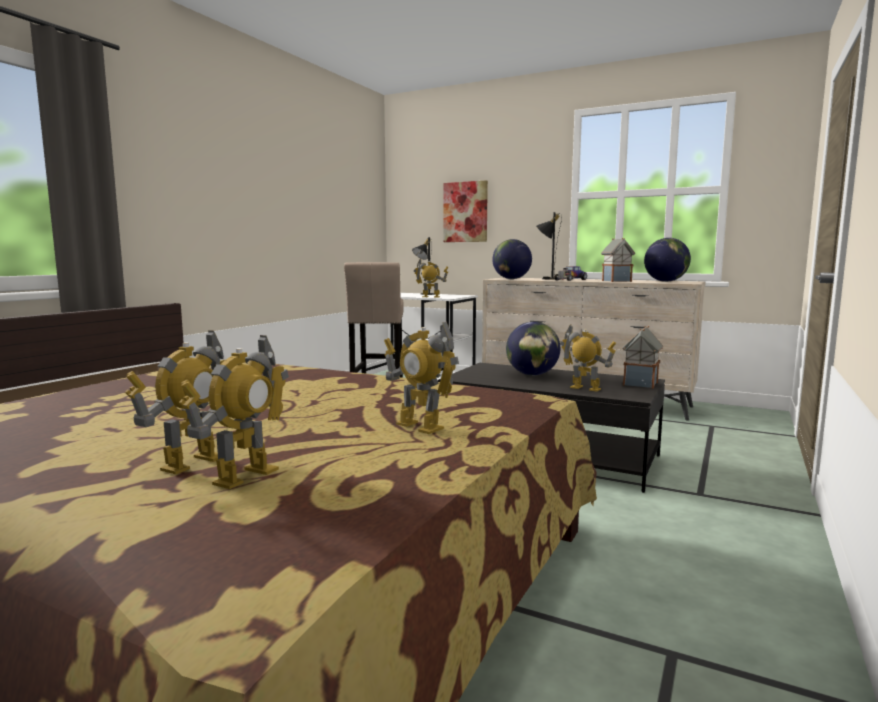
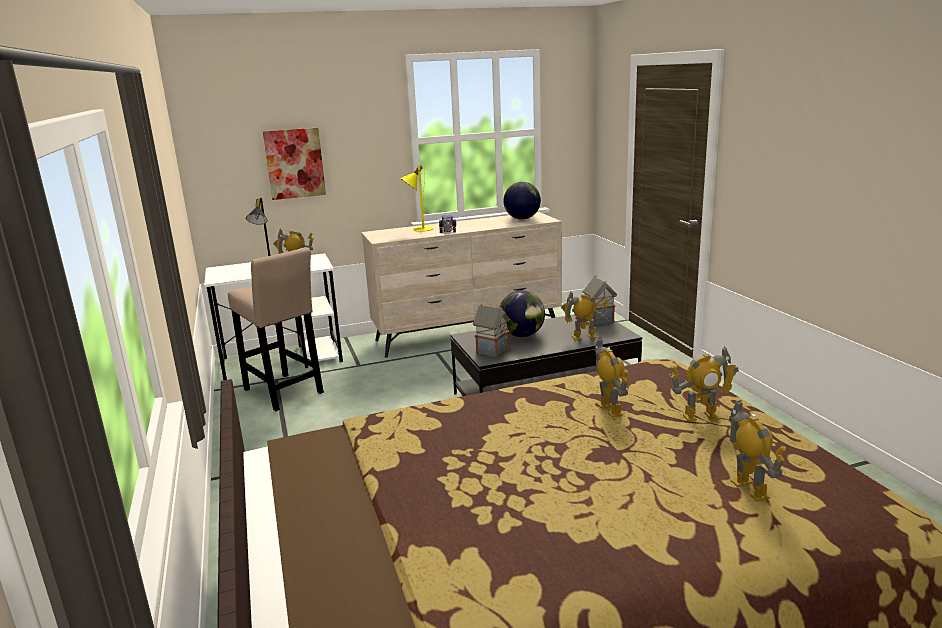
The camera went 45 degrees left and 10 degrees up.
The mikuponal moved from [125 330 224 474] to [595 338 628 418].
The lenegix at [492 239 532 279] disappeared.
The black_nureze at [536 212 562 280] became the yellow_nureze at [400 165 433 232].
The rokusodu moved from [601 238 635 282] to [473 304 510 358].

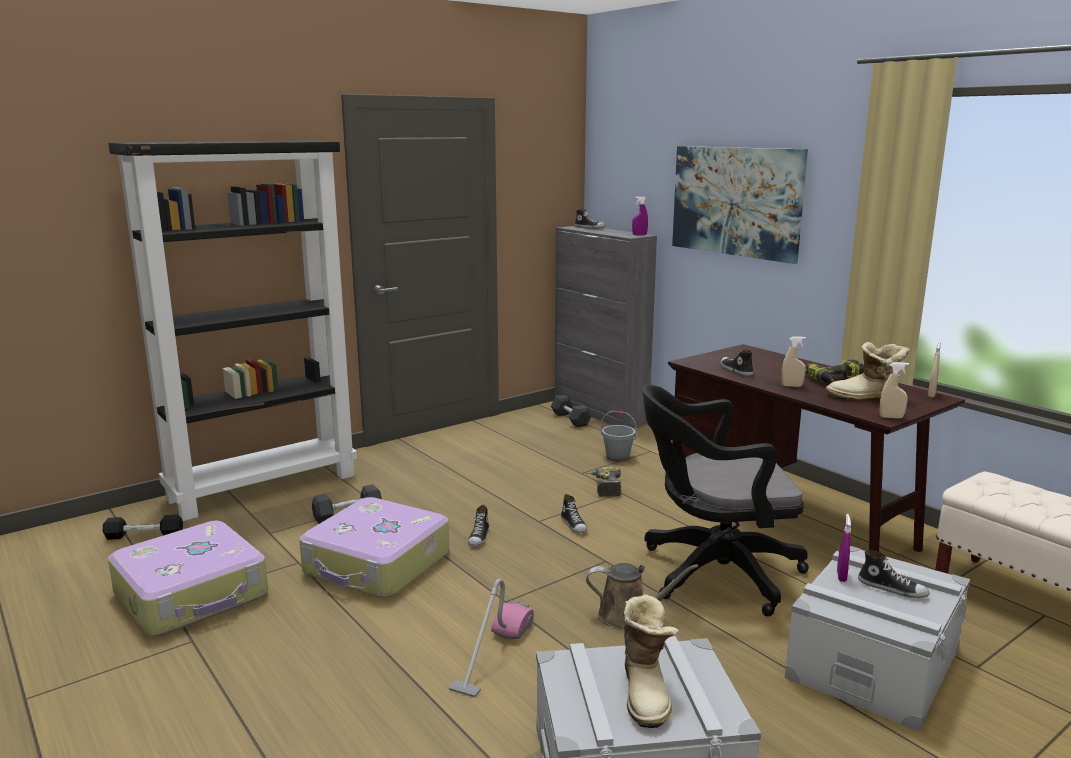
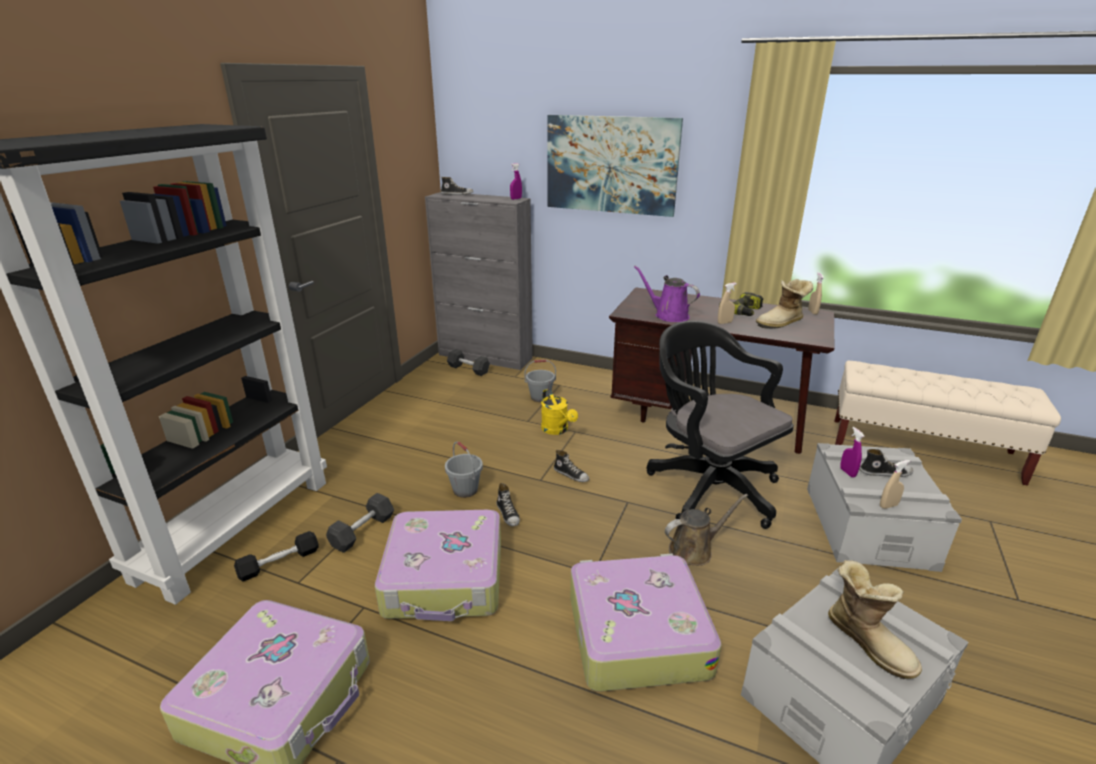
The camera went 30 degrees left and 10 degrees up.
The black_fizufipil moved from [103 515 183 540] to [234 531 318 582].
The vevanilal at [449 578 534 697] was replaced by the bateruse at [570 554 722 692].
The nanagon at [586 467 621 497] was replaced by the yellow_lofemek at [541 389 578 435].
The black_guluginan at [642 384 809 617] turned 90 degrees clockwise.
The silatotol at [721 350 754 376] was replaced by the purple_lofemek at [634 266 700 322].
The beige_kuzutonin moved from [880 362 909 419] to [880 460 910 509].
The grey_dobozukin at [445 442 483 498] appeared.

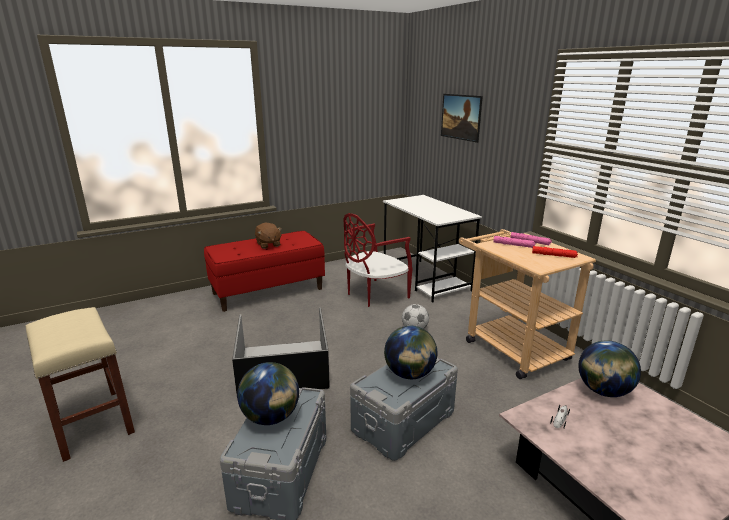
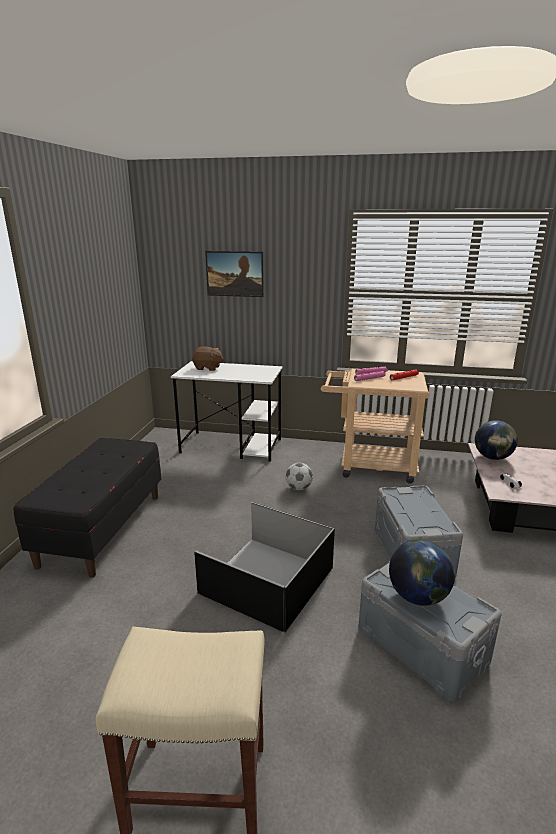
The camera went 50 degrees left and 0 degrees up.
The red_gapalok at [204 231 325 312] became the black_gapalok at [14 438 161 578].
The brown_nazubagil moved from [255 223 282 249] to [192 347 224 371].
The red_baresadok at [344 213 413 307] disappeared.
The lenegix at [384 326 437 379] disappeared.

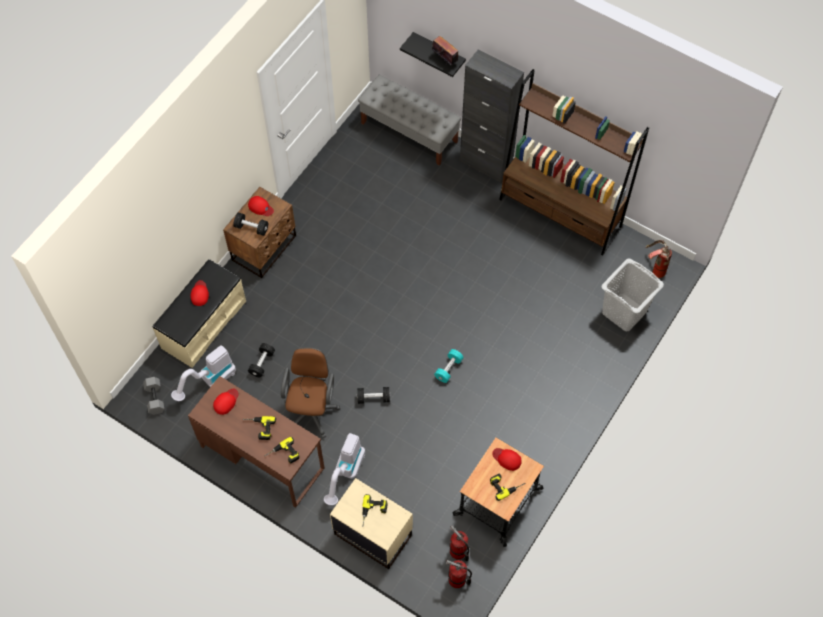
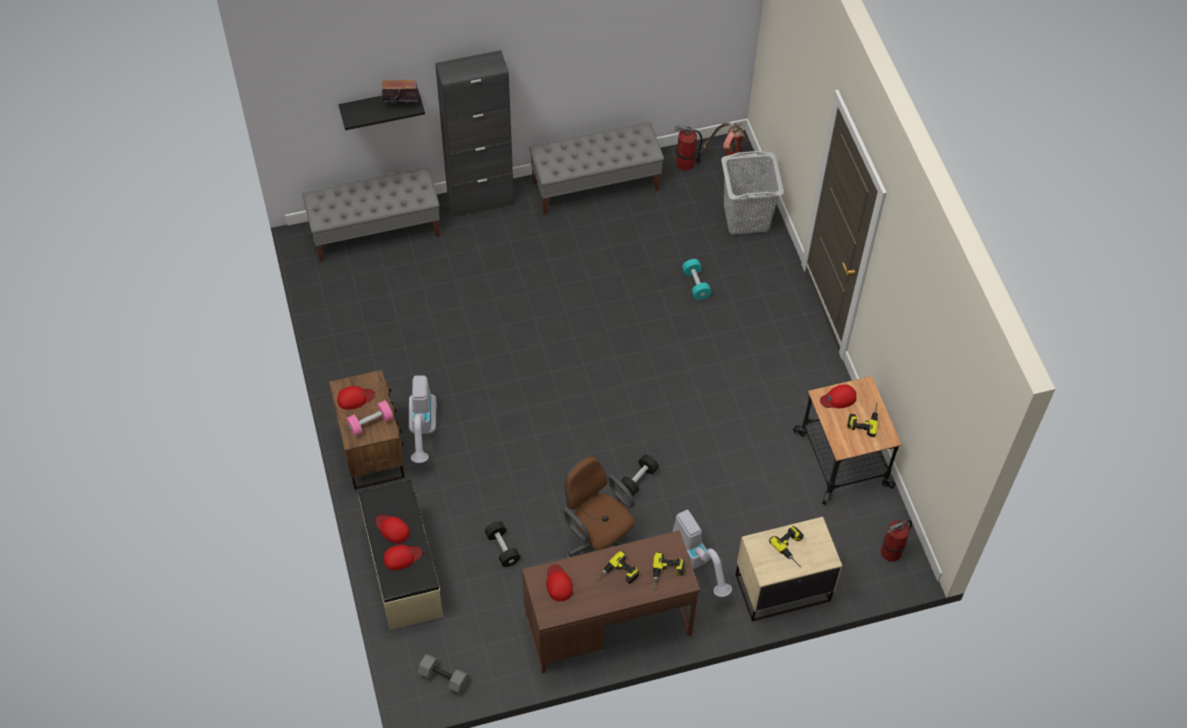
The camera went 50 degrees left and 5 degrees down.
The vevanilal moved from [171 345 236 401] to [409 375 437 463].
The black_fizufipil at [233 213 268 236] became the pink_fizufipil at [346 400 393 436].
The turquoise_fizufipil moved from [434 349 464 383] to [682 259 712 300].
The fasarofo moved from [449 525 469 561] to [674 125 702 171].
The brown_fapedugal at [499 69 649 255] was replaced by the grey_gapalok at [529 122 664 215].
The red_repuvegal at [384 545 422 570] appeared.

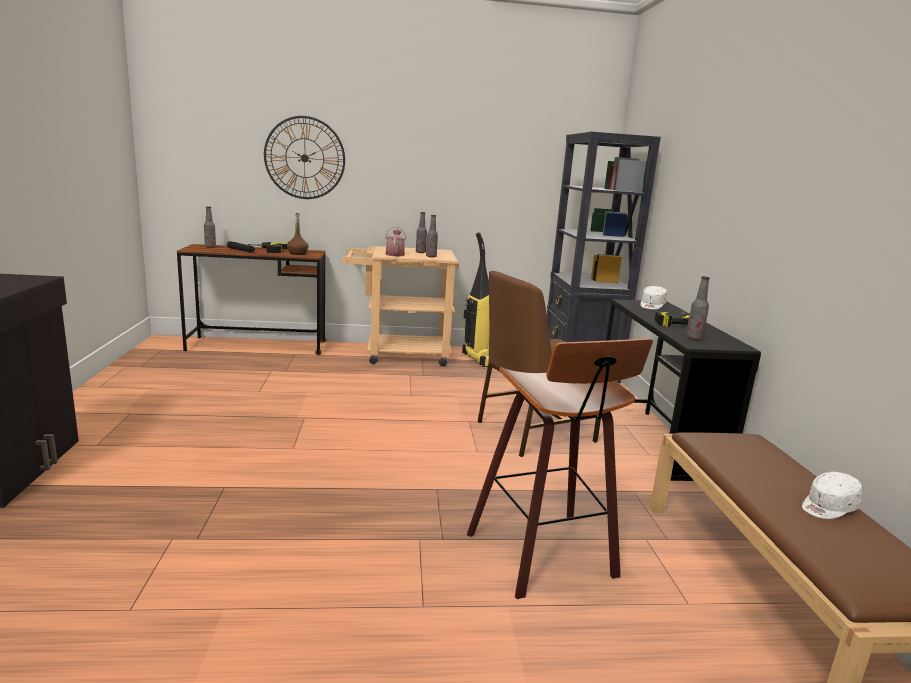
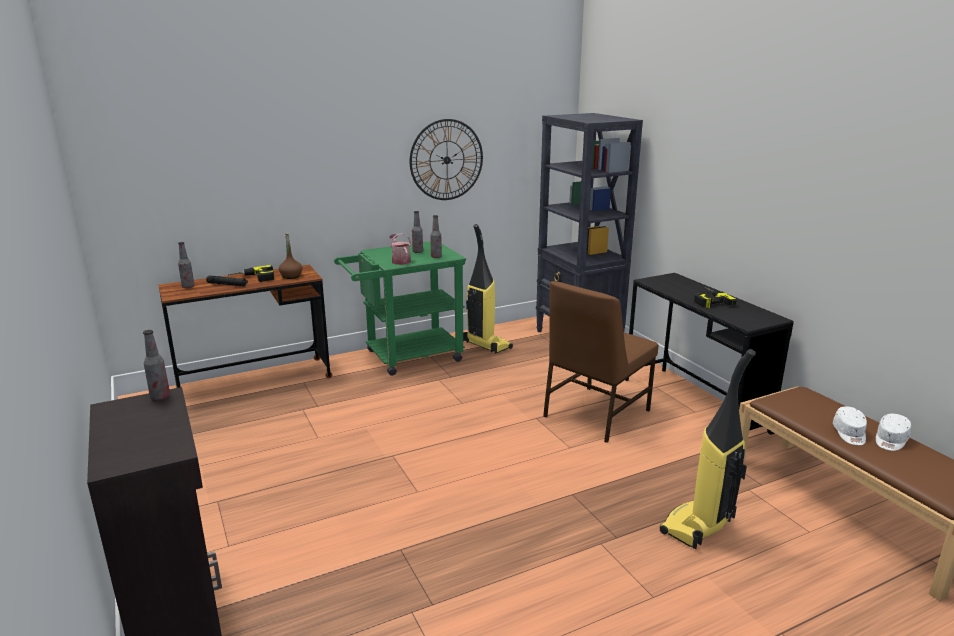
The camera went 20 degrees left and 5 degrees up.
The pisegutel moved from [264 116 345 199] to [410 119 483 200].
The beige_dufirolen at [342 246 459 366] became the green_dufirolen at [334 241 466 376].
The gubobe at [467 338 653 599] was replaced by the vevanilal at [660 349 756 549].
The white_repuvegal moved from [641 286 667 310] to [833 406 867 445].
The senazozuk moved from [686 276 710 340] to [143 330 170 400].

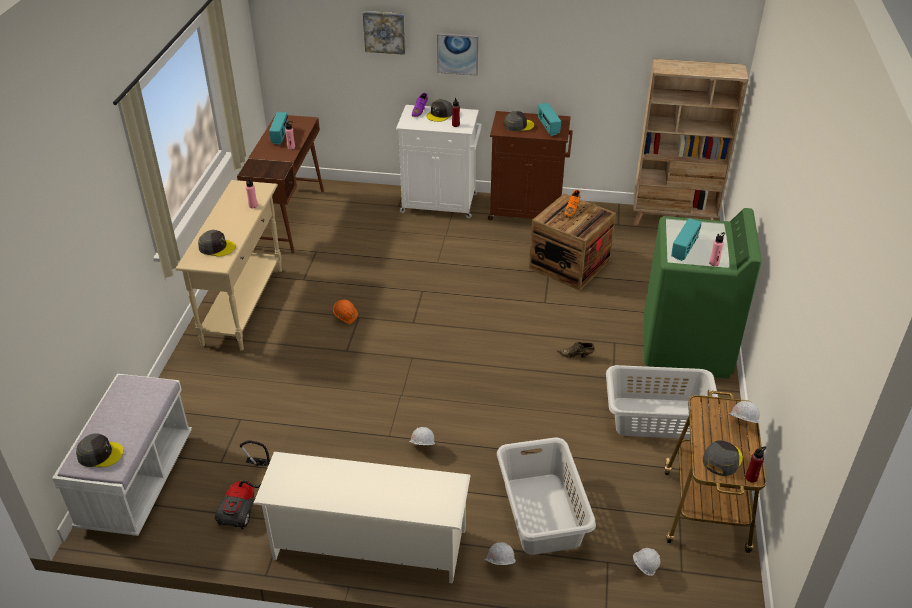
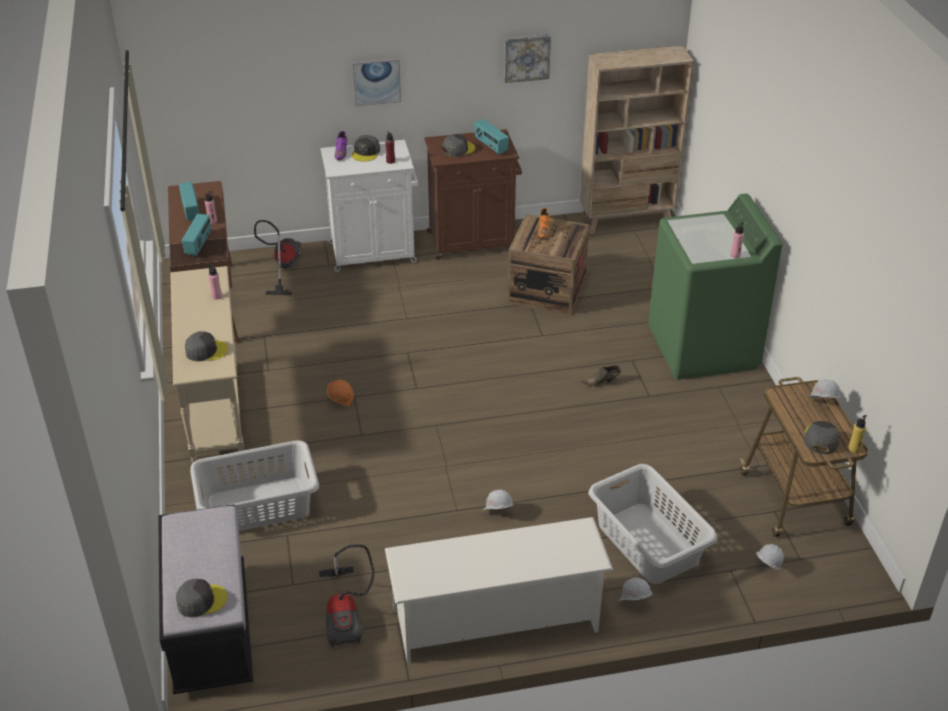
The camera went 20 degrees left and 0 degrees up.
The white_gapalok at [52 374 192 536] became the black_gapalok at [158 505 253 694].
The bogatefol moved from [363 11 405 55] to [504 34 551 83].
The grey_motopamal moved from [606 365 720 439] to [190 440 319 531].
The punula moved from [671 218 701 261] to [182 214 211 256].
The red_senazozuk at [746 446 766 483] became the yellow_senazozuk at [848 415 867 453].
The vevanilal at [254 220 302 295] appeared.

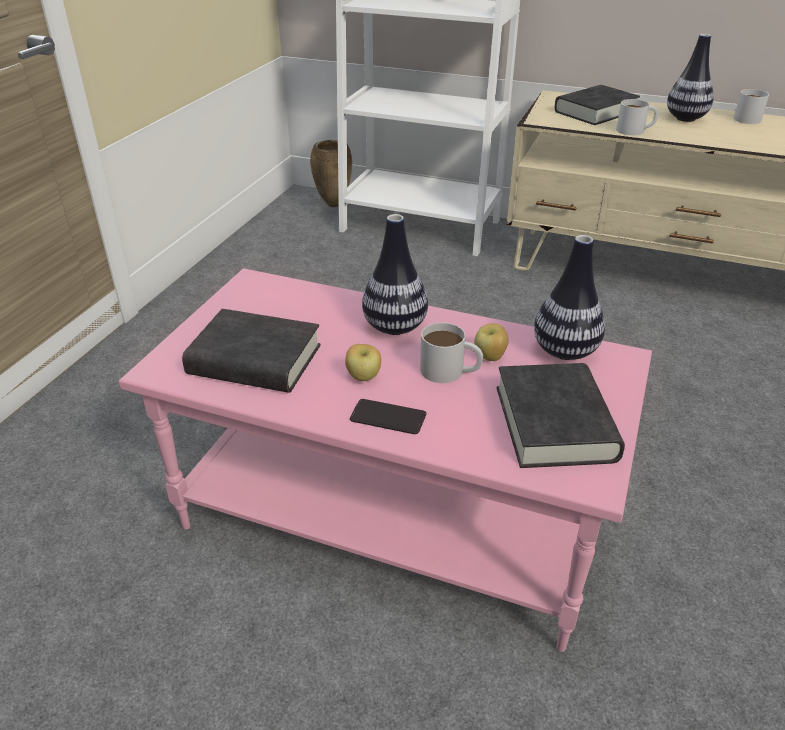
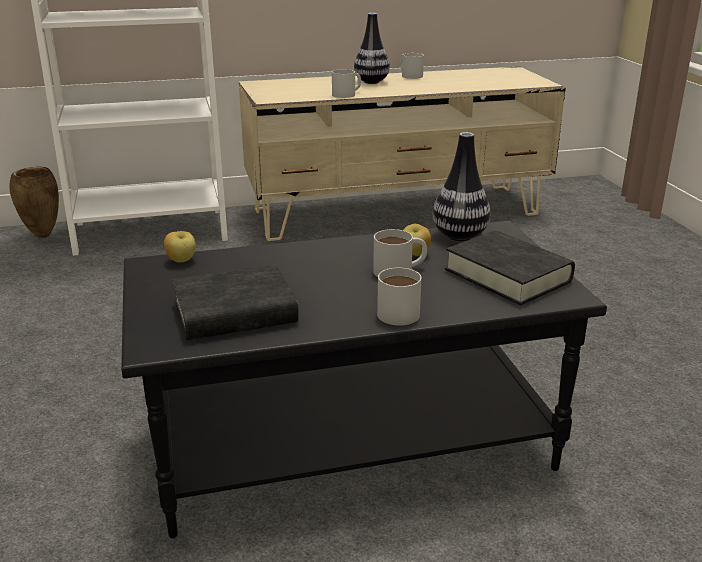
The camera went 35 degrees left and 10 degrees down.
The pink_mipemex at [119 268 652 652] became the black_mipemex at [121 221 607 538].
The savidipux moved from [345 344 381 381] to [164 231 196 262].
The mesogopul at [350 399 426 434] was replaced by the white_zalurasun at [377 268 422 326].
The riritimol at [362 214 428 335] disappeared.
The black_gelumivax at [554 85 640 125] disappeared.

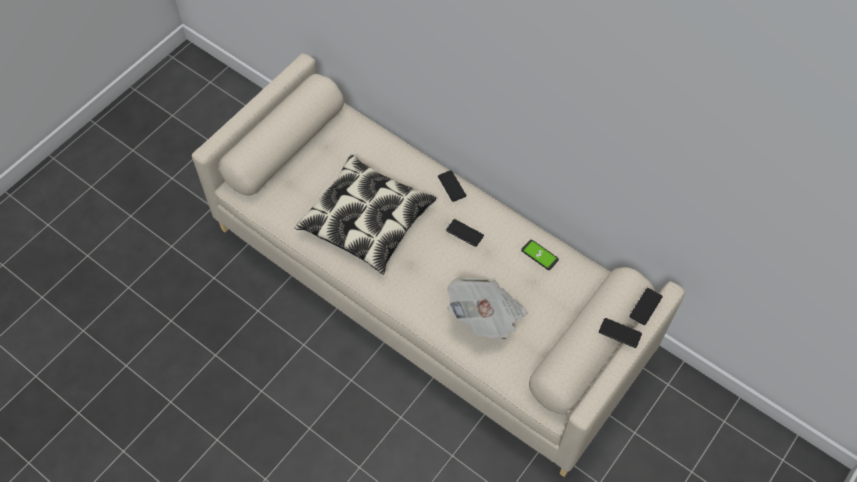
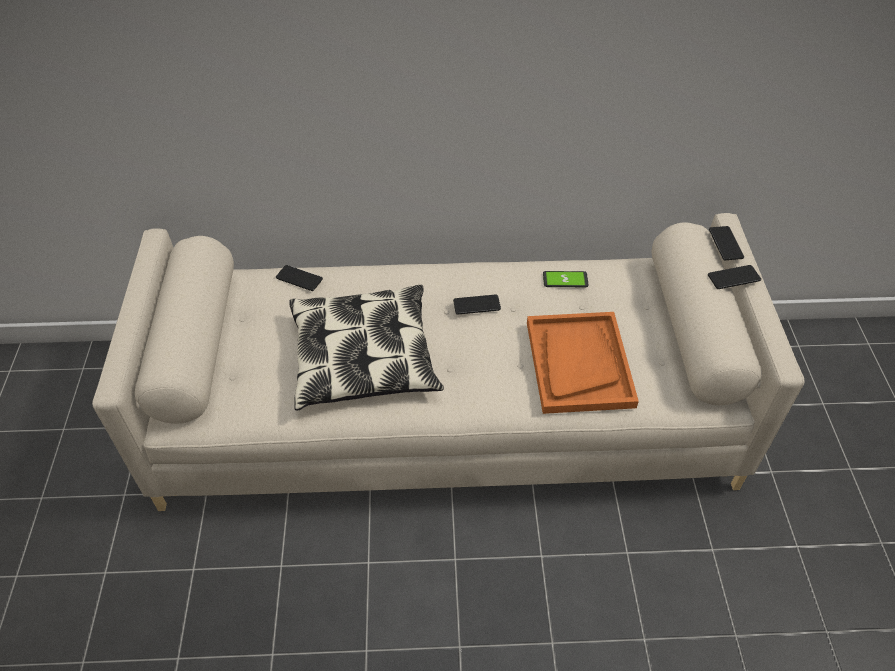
The camera went 40 degrees left and 10 degrees down.
The mesogopul moved from [438 170 466 202] to [276 265 323 291].
The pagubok at [447 277 528 340] was replaced by the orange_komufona at [527 312 639 414].

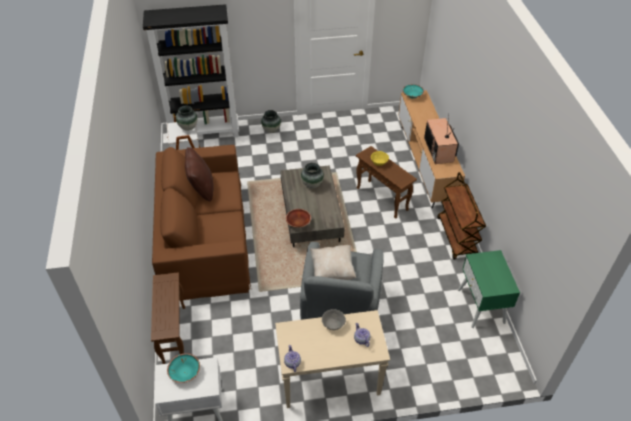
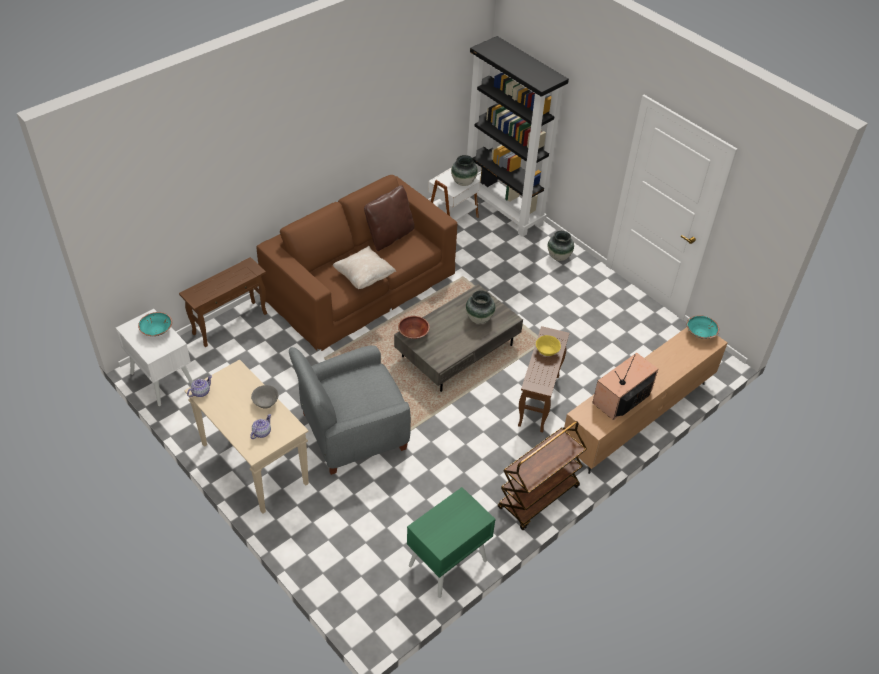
The camera went 55 degrees right and 0 degrees up.
The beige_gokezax moved from [310 245 356 280] to [333 246 396 289].

